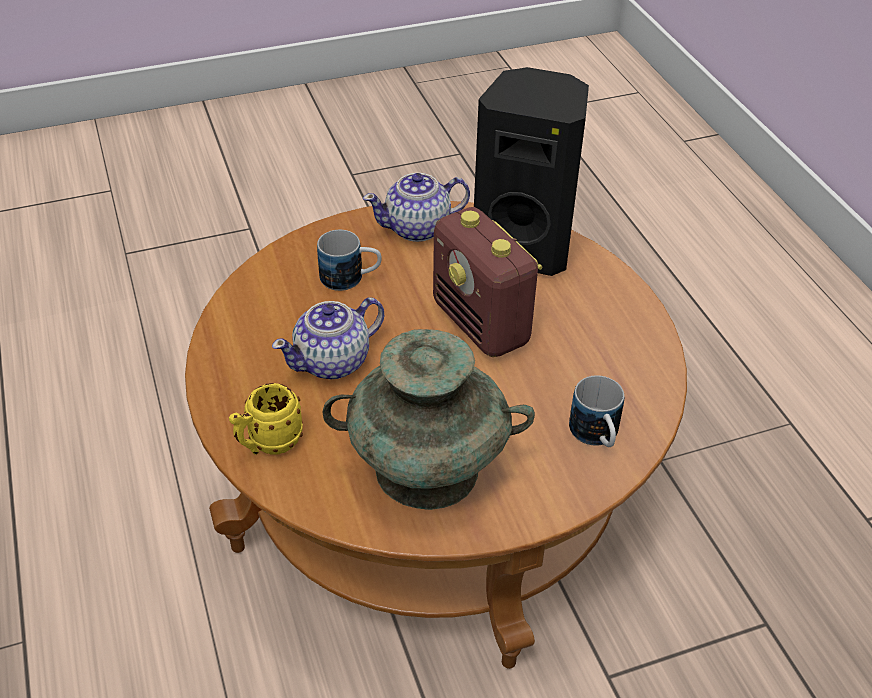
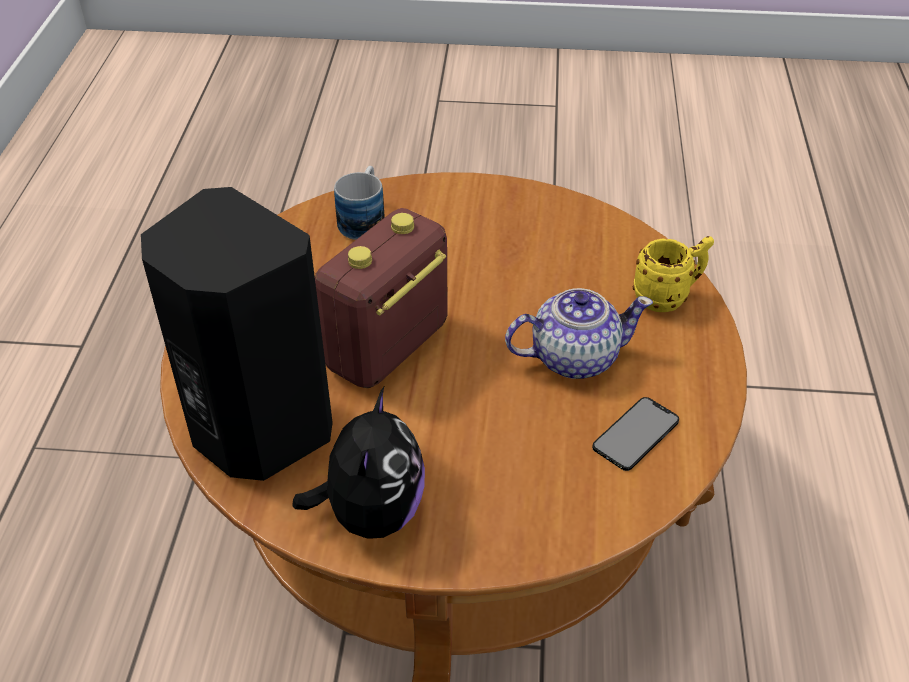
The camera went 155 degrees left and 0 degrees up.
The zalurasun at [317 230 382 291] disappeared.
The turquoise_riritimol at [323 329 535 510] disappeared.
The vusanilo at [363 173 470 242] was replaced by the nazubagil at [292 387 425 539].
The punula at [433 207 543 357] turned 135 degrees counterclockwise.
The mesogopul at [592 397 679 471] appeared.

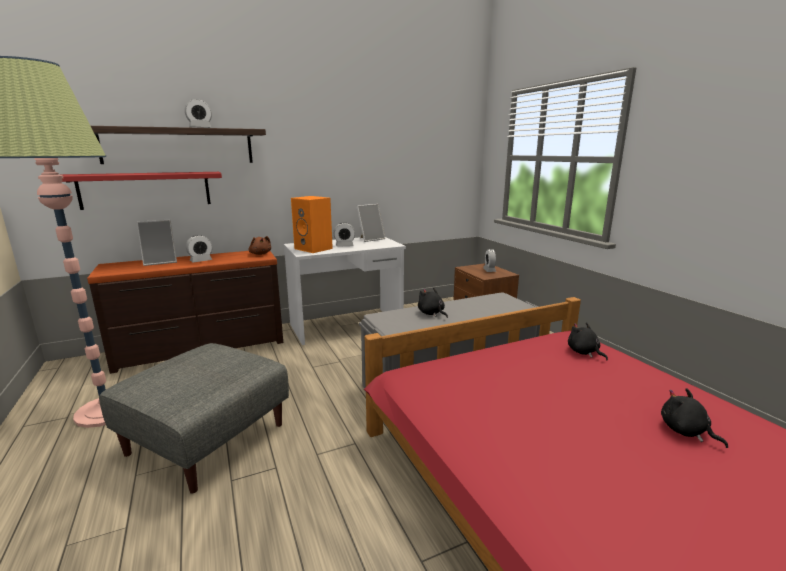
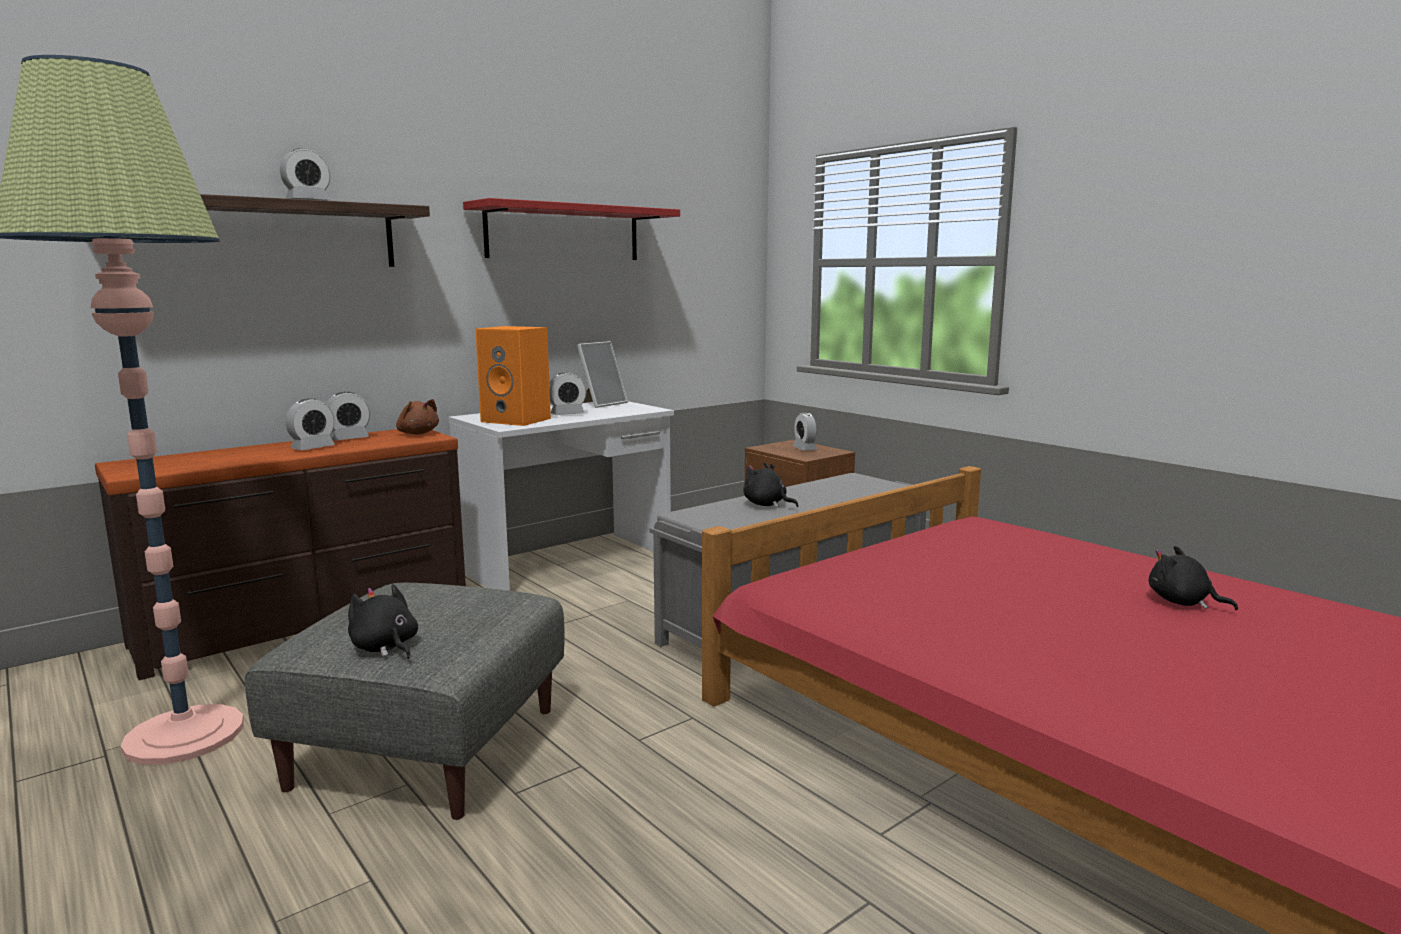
The camera went 15 degrees left and 5 degrees down.
The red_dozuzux moved from [59 172 222 210] to [463 198 680 260].
The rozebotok at [137 219 177 266] disappeared.
The black_nazubagil moved from [568 322 608 360] to [348 584 418 659].
The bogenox at [325 392 370 441] appeared.

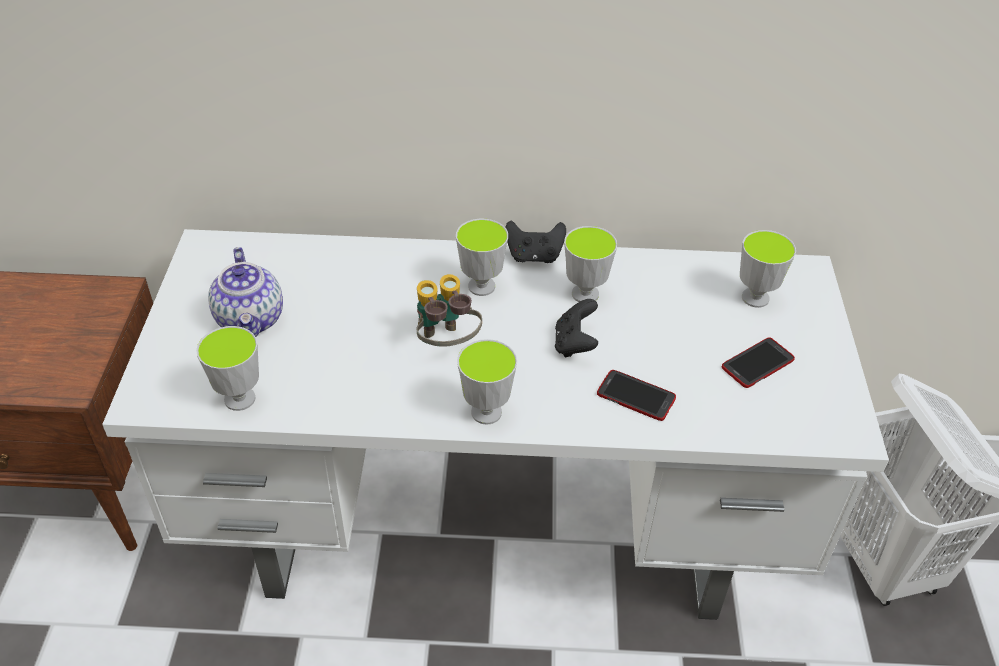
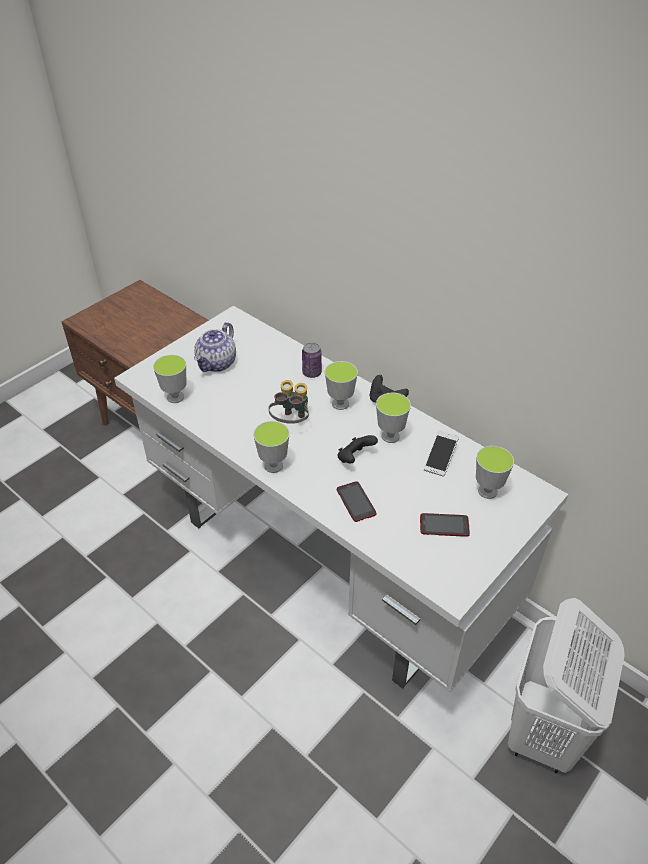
The camera went 40 degrees right and 0 degrees up.
The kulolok at [302 342 322 378] appeared.
The mesogopul at [424 430 459 477] appeared.

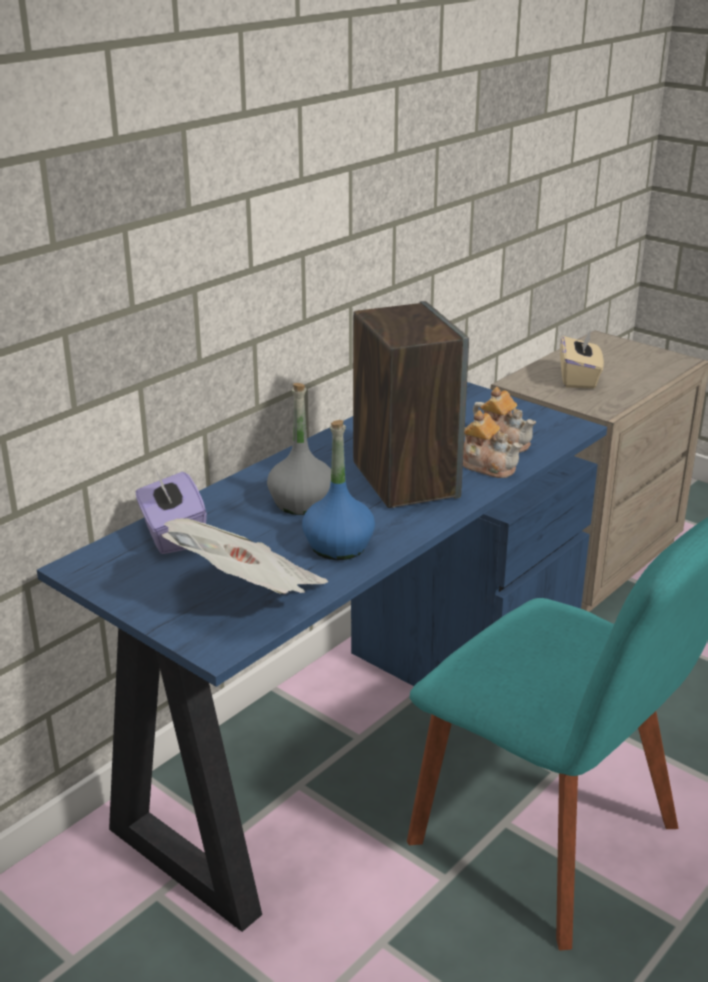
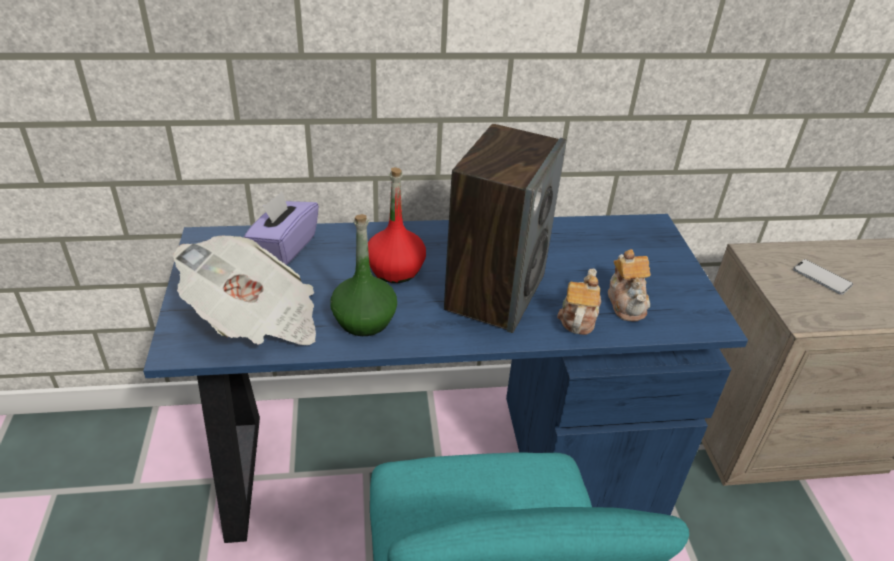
The camera went 40 degrees right and 10 degrees up.
The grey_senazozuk at [267 383 331 515] became the red_senazozuk at [368 167 426 283].
The blue_senazozuk at [302 420 375 560] became the green_senazozuk at [330 214 397 336].
The vusanilo at [463 410 523 478] turned 150 degrees counterclockwise.
The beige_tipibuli at [560 331 604 389] was replaced by the mesogopul at [793 259 853 295].

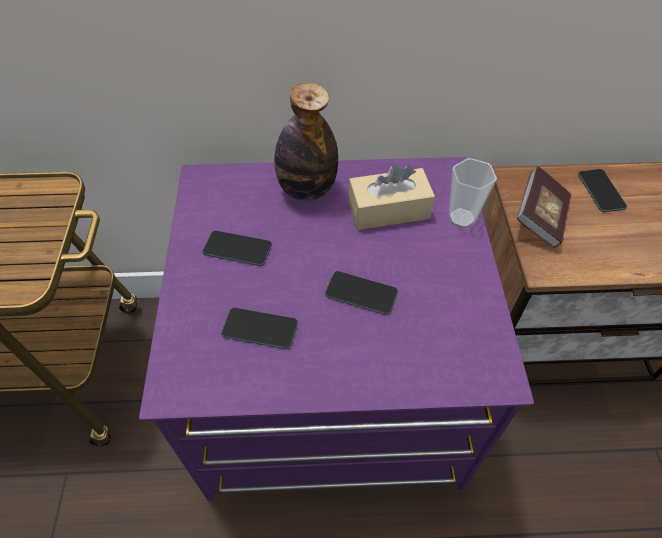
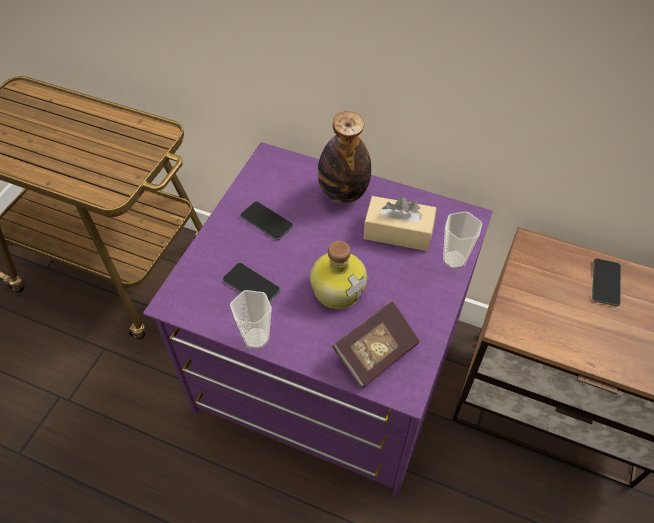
The camera went 25 degrees right and 0 degrees up.
The mesogopul at [325 271 398 315] was replaced by the senazozuk at [310 241 367 309].
The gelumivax moved from [517 166 571 248] to [332 301 419 388].
The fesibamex at [230 290 272 349] appeared.

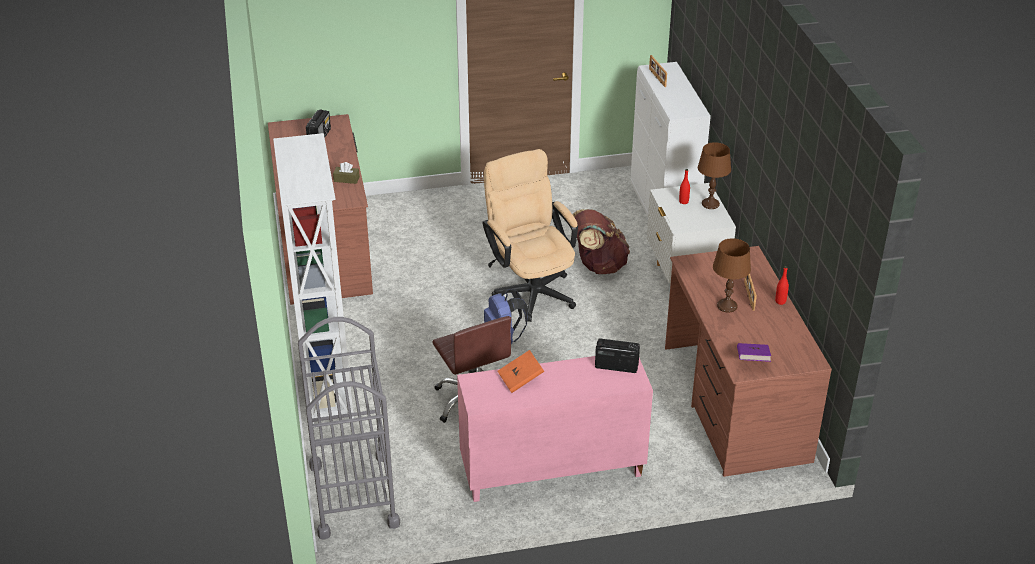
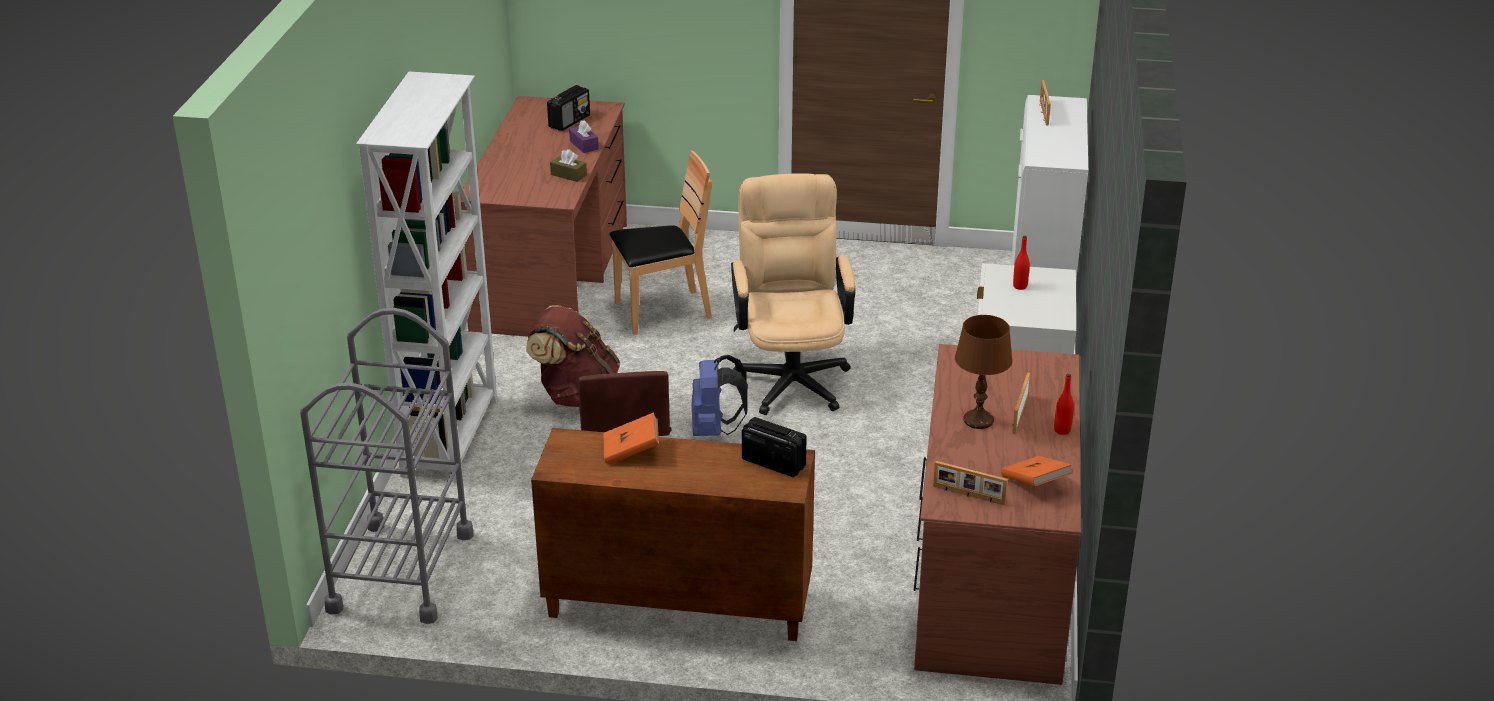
The camera went 20 degrees right and 5 degrees down.
The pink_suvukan at [457 356 653 502] became the brown_suvukan at [531 428 815 641].
The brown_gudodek moved from [573 209 630 274] to [526 305 620 407].
The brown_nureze at [698 142 731 209] disappeared.
The purple_gelumivax at [737 343 771 362] was replaced by the rozebotok at [933 461 1008 505].
The purple_tipibuli at [569 121 599 153] appeared.
The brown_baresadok at [609 151 712 335] appeared.
The orange_gelumivax at [1001 456 1073 486] appeared.

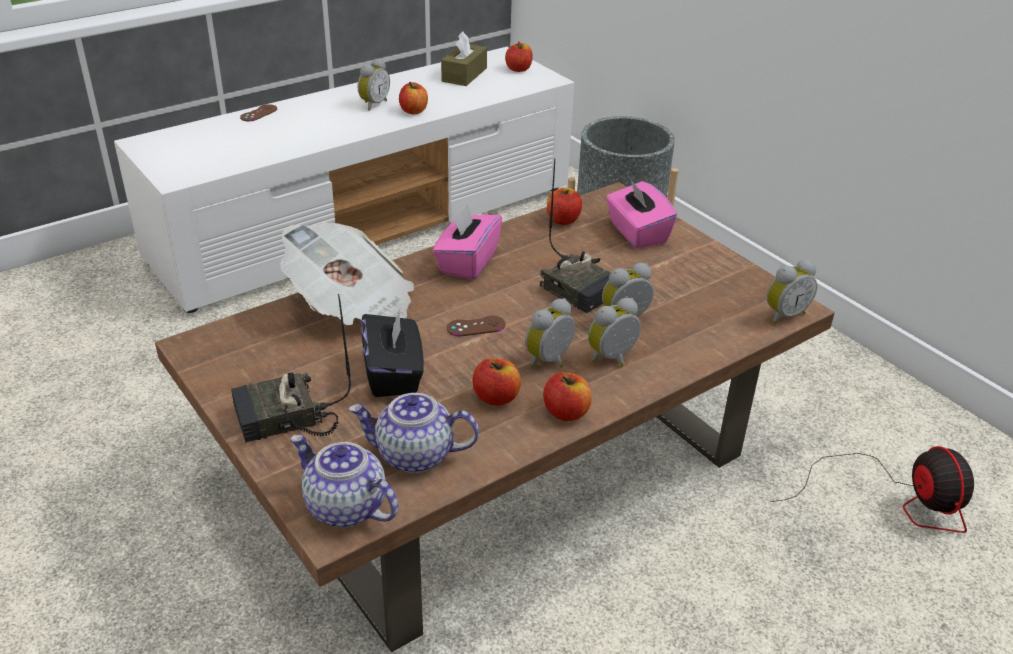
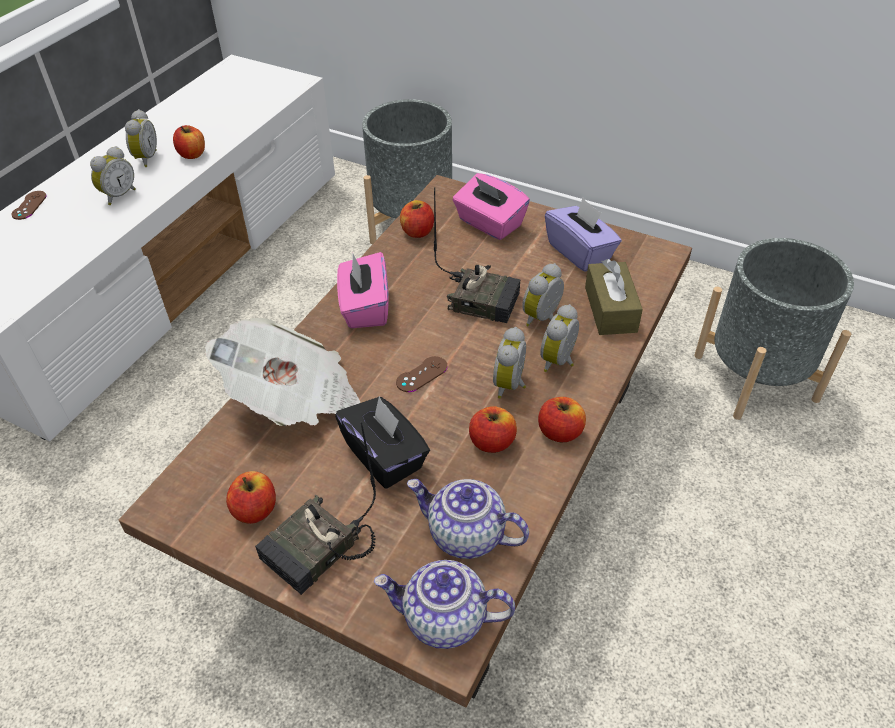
The camera went 25 degrees left and 10 degrees up.
The vusanilo at [349 393 479 473] turned 45 degrees clockwise.
The brown_tipibuli moved from [441 31 487 86] to [585 259 643 335].
The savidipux moved from [505 41 533 72] to [226 471 276 524].
The bogenox moved from [766 259 817 324] to [90 146 136 205].
The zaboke at [770 446 974 533] was replaced by the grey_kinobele at [694 238 854 420].
The purple_tipibuli at [545 198 622 272] appeared.

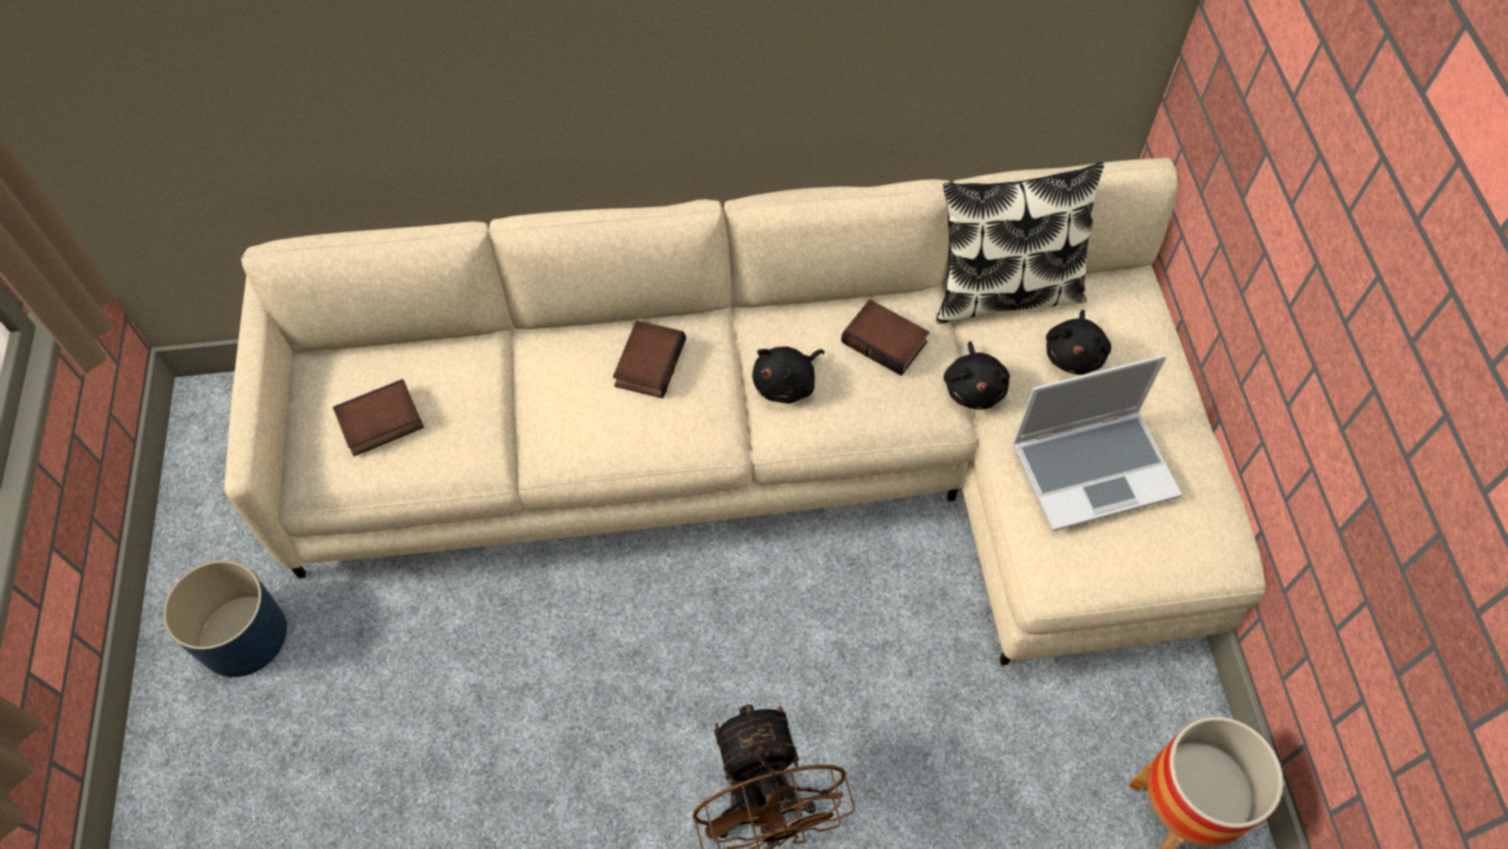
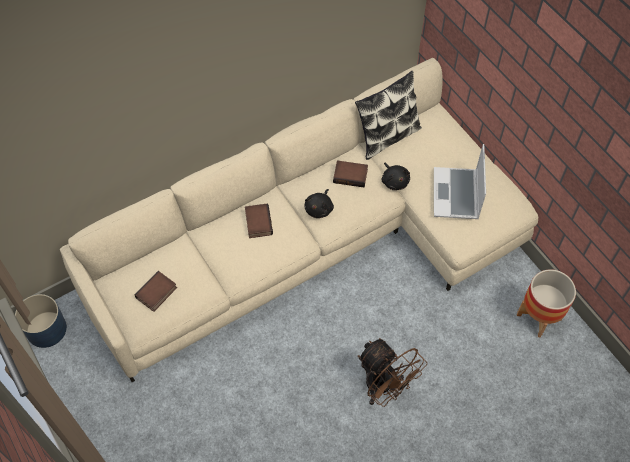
The camera went 25 degrees left and 0 degrees up.
The blue_kinobele moved from [163 560 287 677] to [15 294 67 348].
The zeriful at [1012 355 1182 532] turned 135 degrees clockwise.
The black_nazubagil at [1046 310 1111 375] disappeared.

